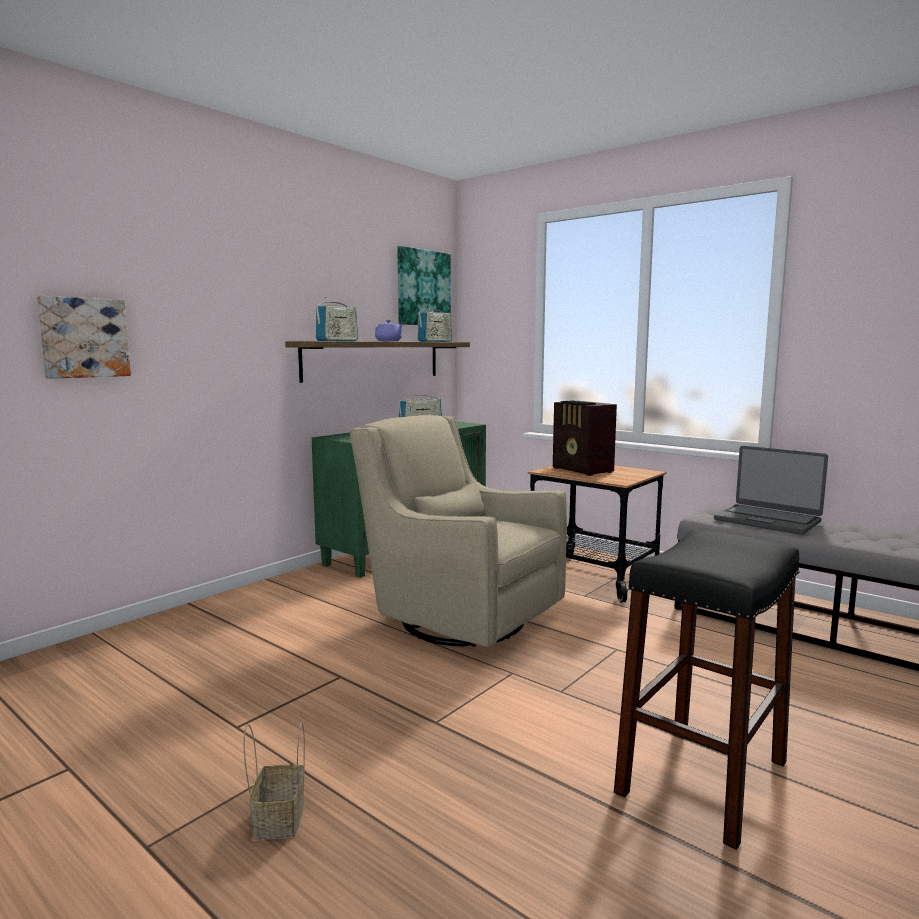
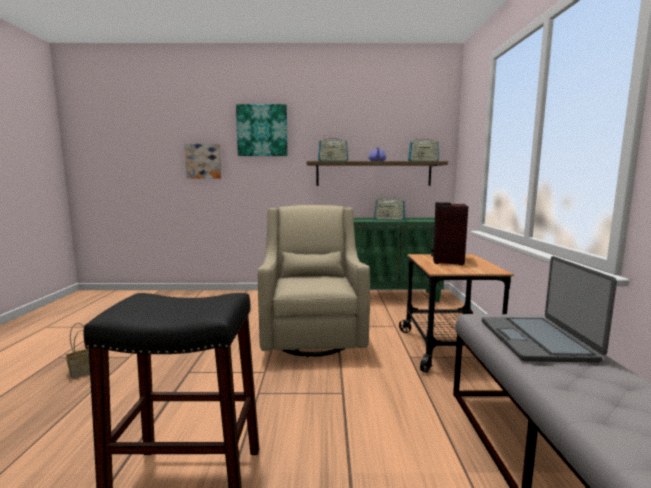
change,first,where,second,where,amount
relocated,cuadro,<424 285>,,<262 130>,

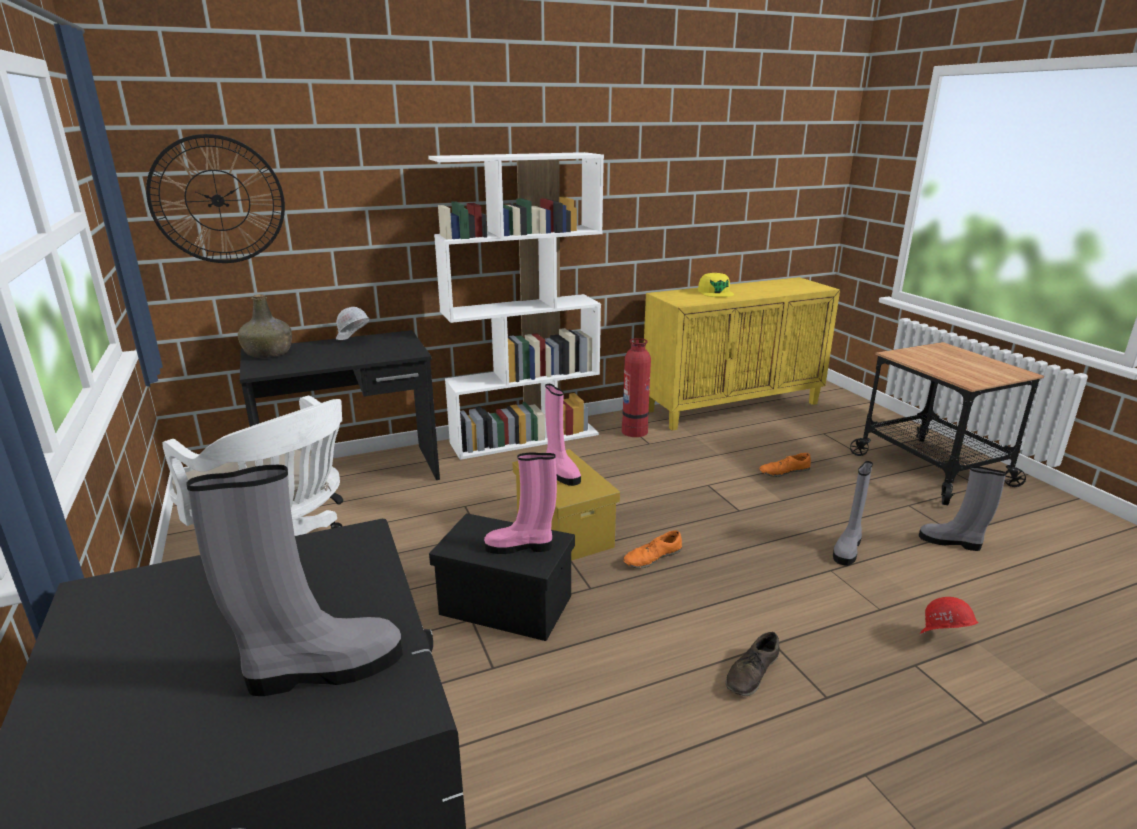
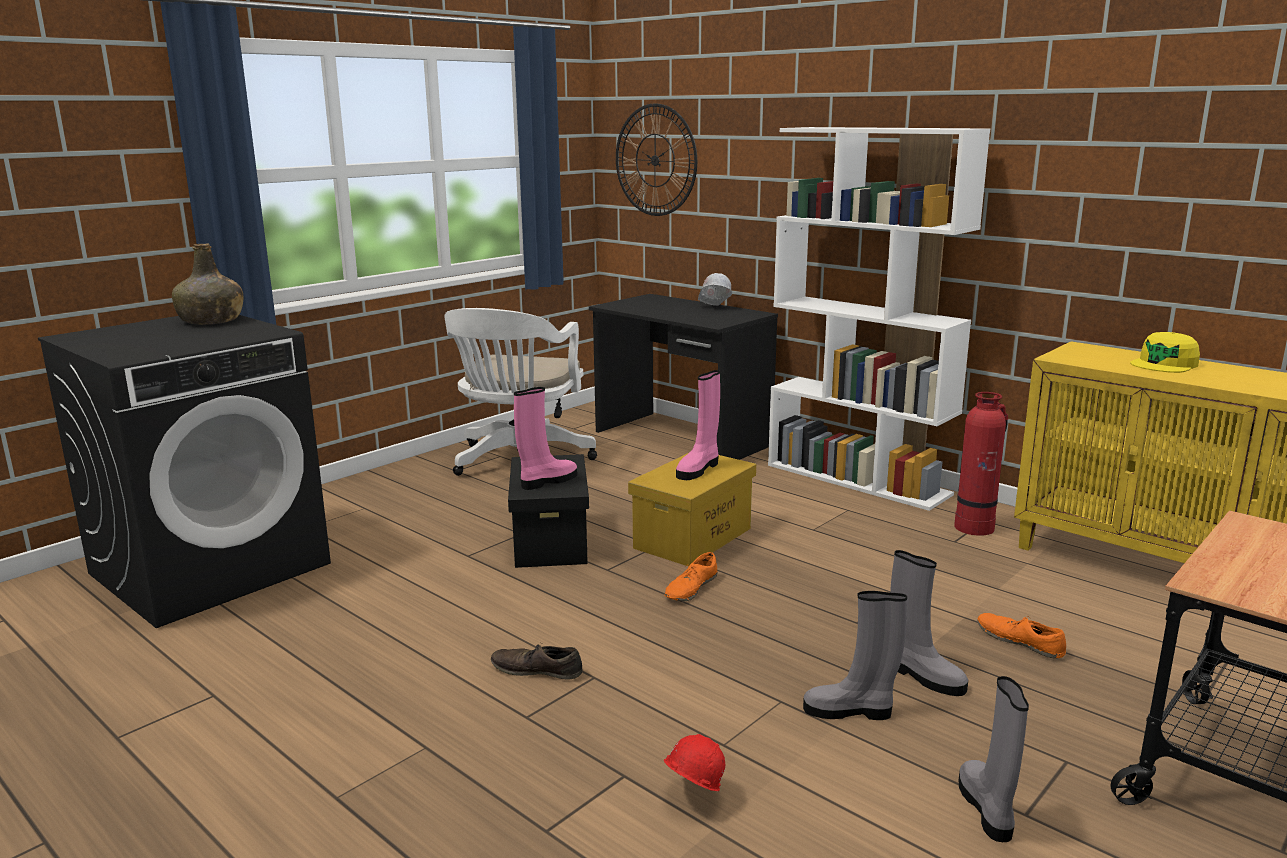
change,first,where,second,where,amount
relocated,botella [verde],<265 326>,,<207 284>,
spun,bota [rosa],<520 503>,,<545 438>,75 degrees clockwise
spun,zapato [naranja],<652 550>,,<691 577>,90 degrees counterclockwise
relocated,bota [gris],<295 580>,,<929 623>,

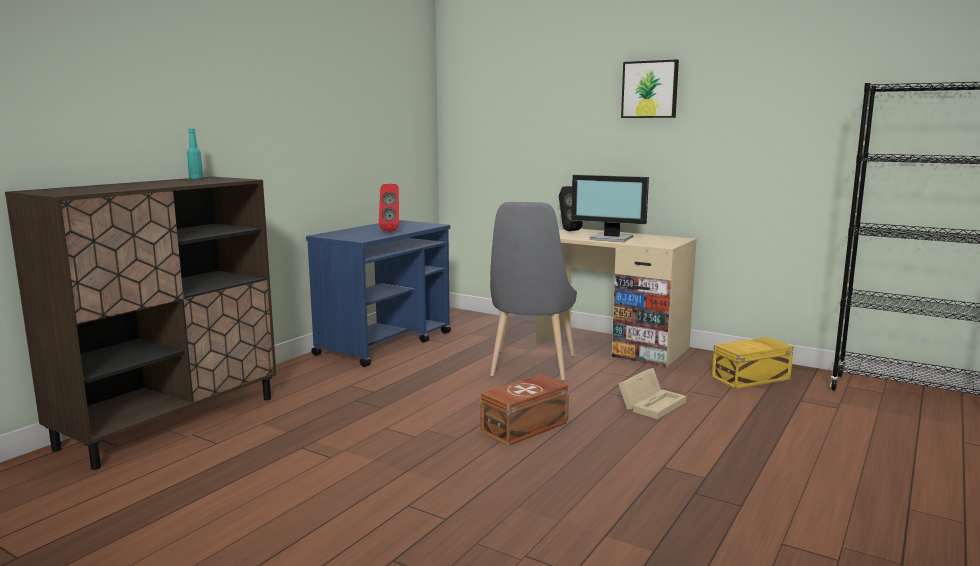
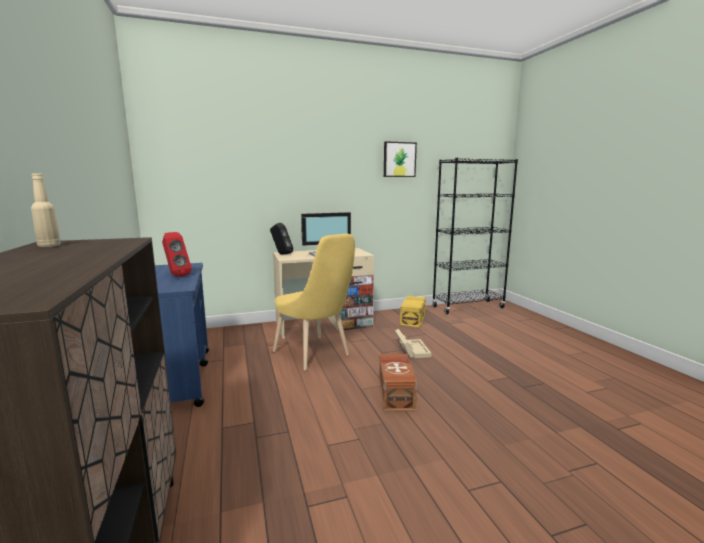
change,first,where,second,where,amount
colour,botella [turquesa],<195 153>,botella [beis],<46 210>,
colour,silla [gris],<533 291>,silla [amarillo],<314 302>,
relocated,cuadro,<650 88>,,<400 159>,

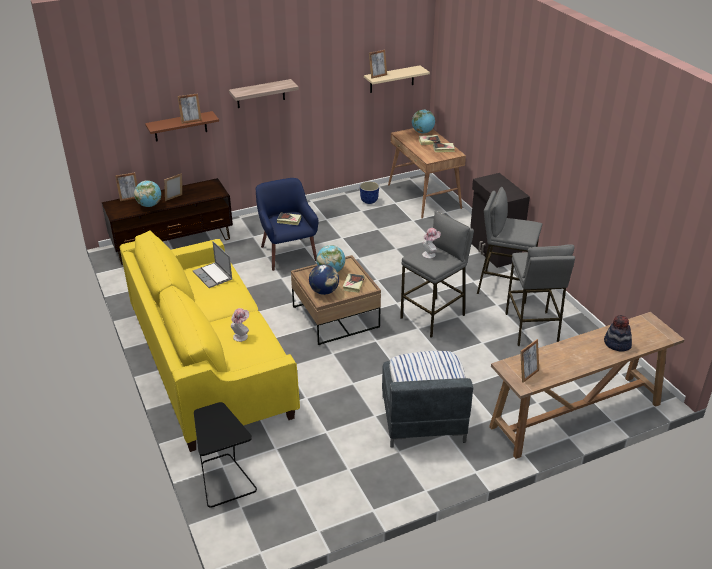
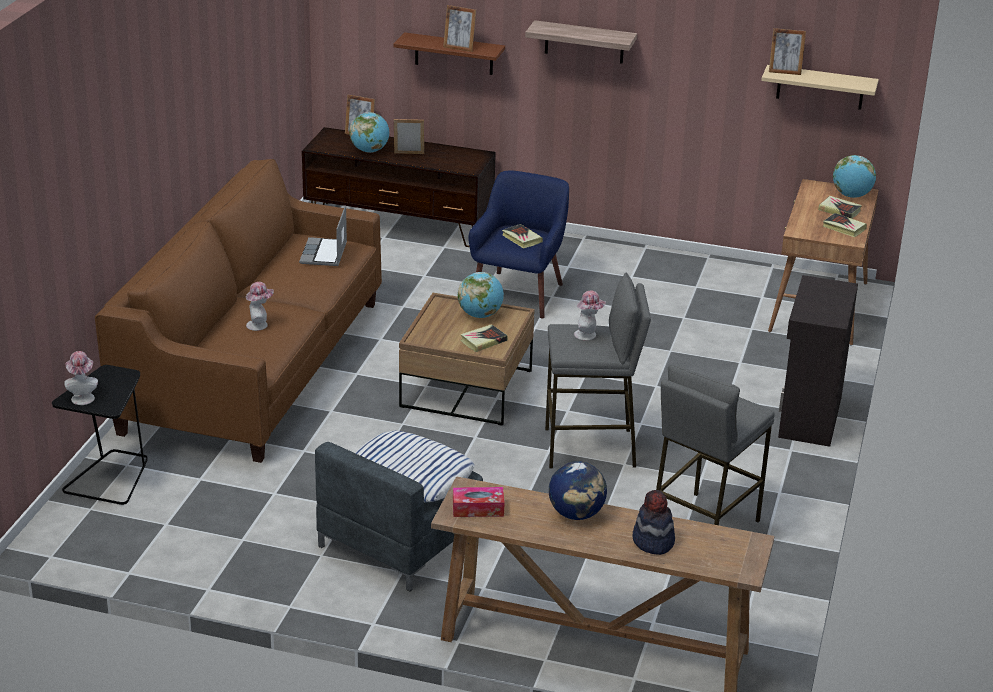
change,first,where,second,where,amount
appeared,,,sombrero,<81 378>,
colour,sofá [amarillo],<210 341>,sofá [marrón],<238 311>,
exchanged,portarretratos,<529 361>,caja de pañuelos,<479 502>,
relocated,globo terráqueo,<324 279>,,<578 490>,
missing,maceta,<369 192>,,,
missing,taburete [gris],<509 245>,,,

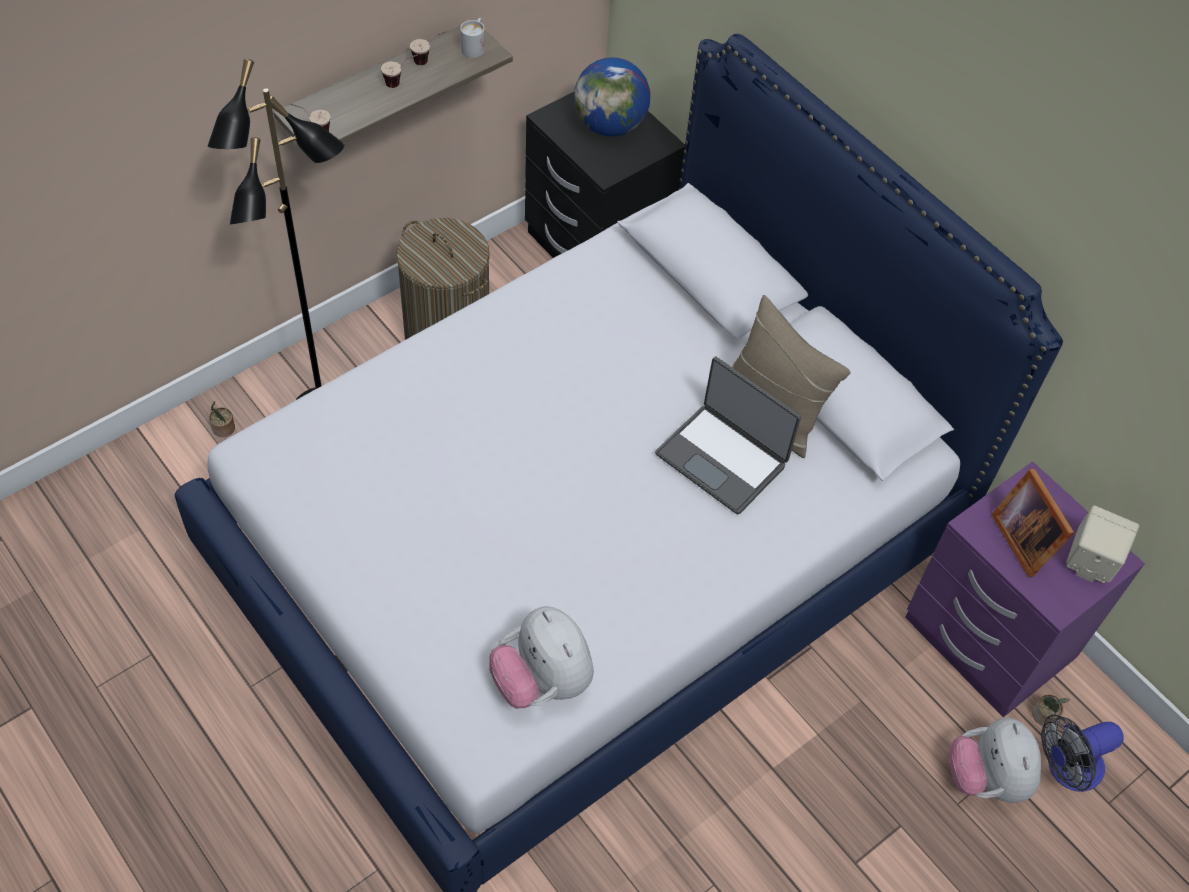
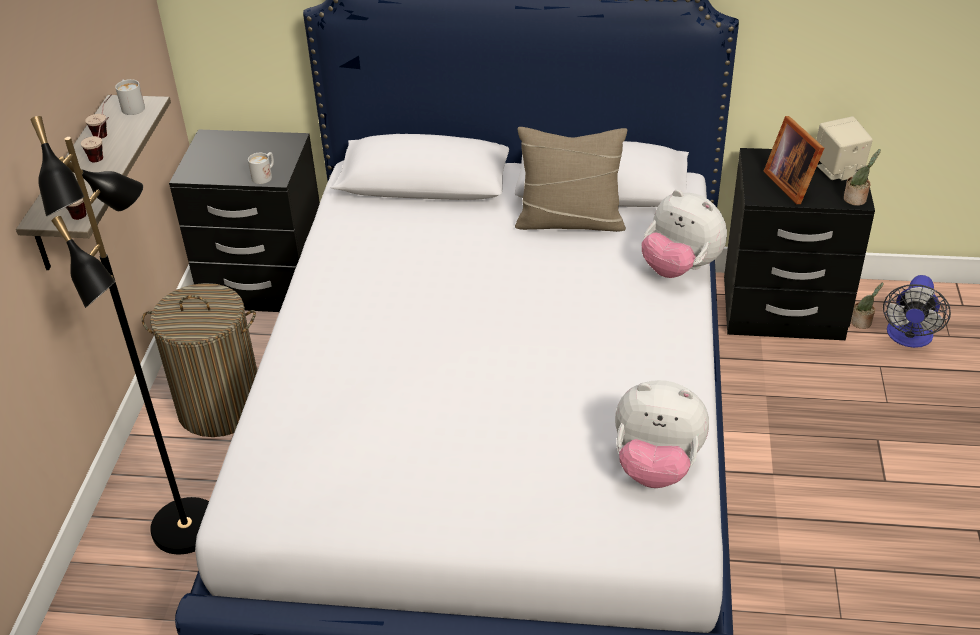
change,first,where,second,where,amount
appeared,,,taza grande [blanco],<261 168>,
relocated,peluche,<995 760>,,<684 233>,
colour,mesita de noche [morado],<1025 589>,mesita de noche [negro],<799 244>,
spun,portarretratos,<1032 523>,,<794 160>,45 degrees clockwise
relocated,planta en maceta,<222 419>,,<862 177>,
missing,globo terráqueo,<612 96>,,,
missing,portátil,<728 435>,,,

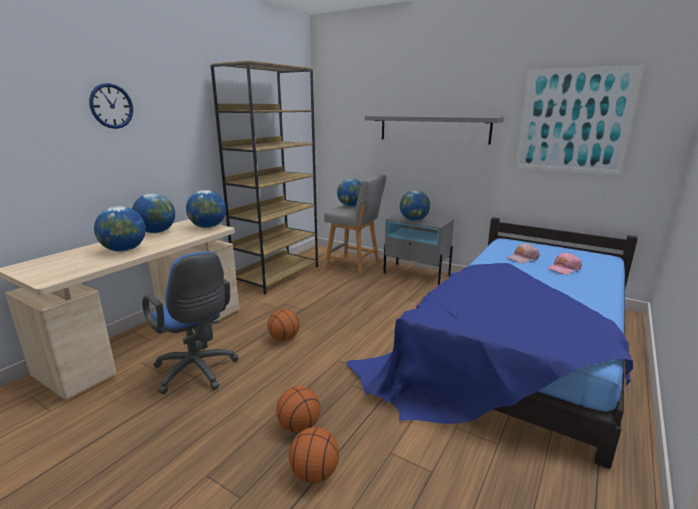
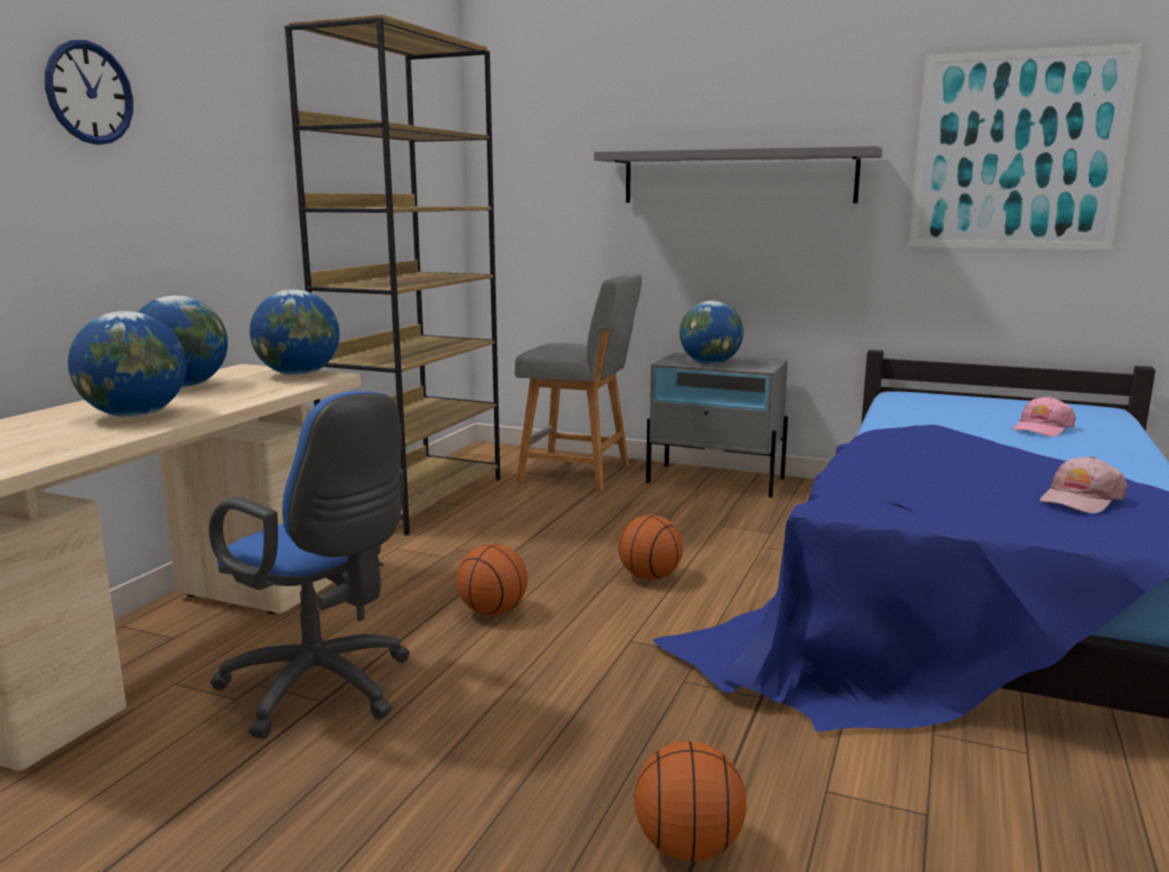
change,first,where,second,where,amount
relocated,balón de baloncesto,<298 409>,,<650 547>,
relocated,gorra [rosa],<523 253>,,<1084 485>,
missing,globo terráqueo,<349 192>,,,

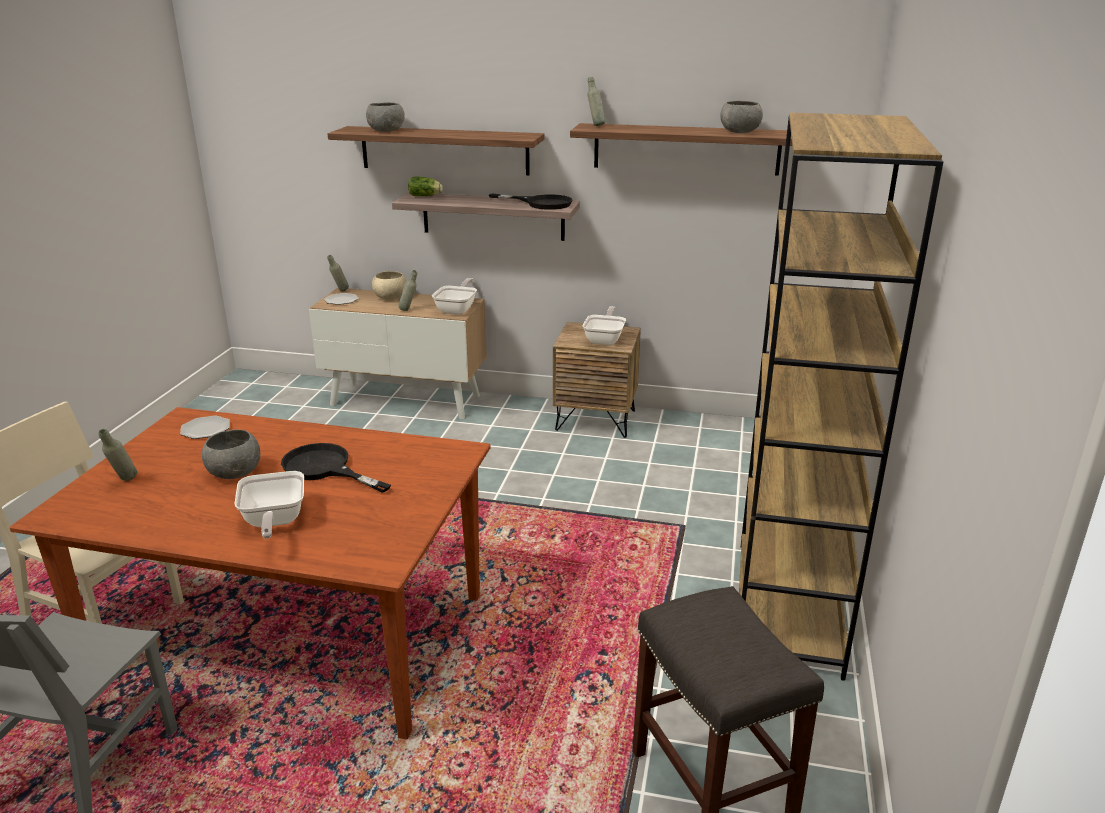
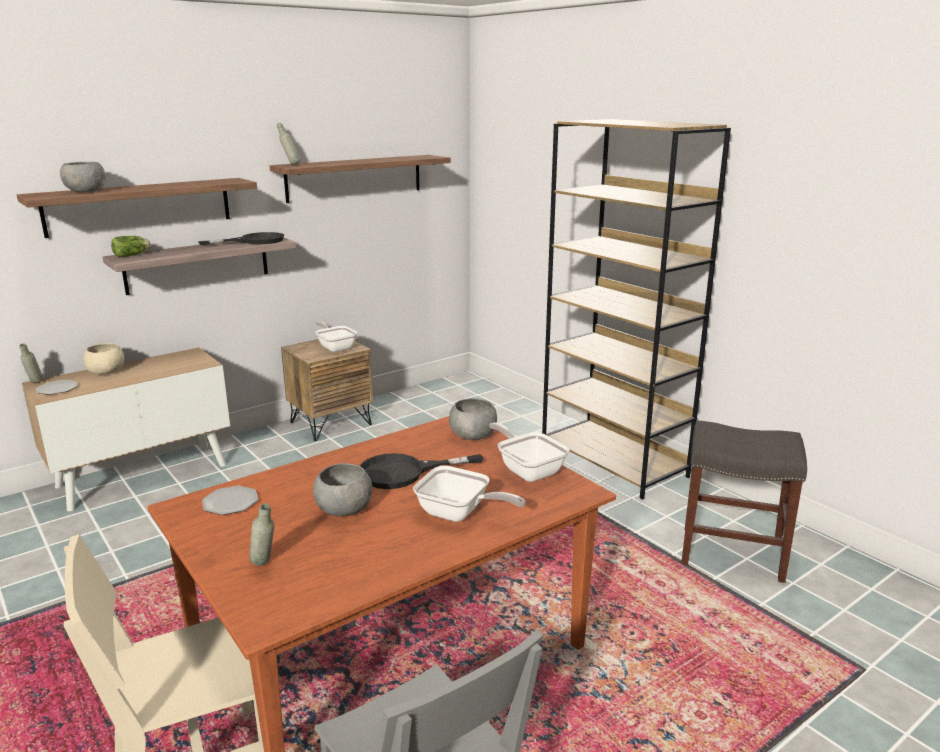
change,first,where,second,where,amount
relocated,cuenco [gris],<741 117>,,<473 419>,
relocated,sartén,<454 296>,,<529 452>,
missing,botella [gris],<407 290>,,,

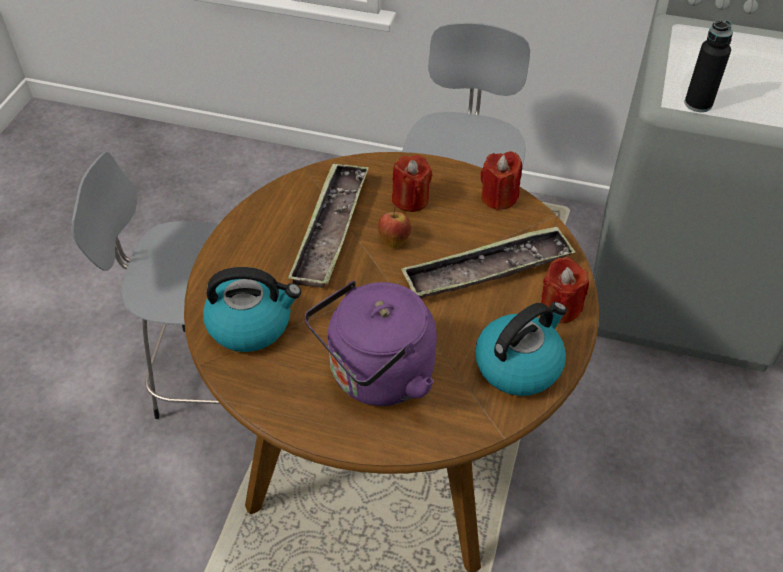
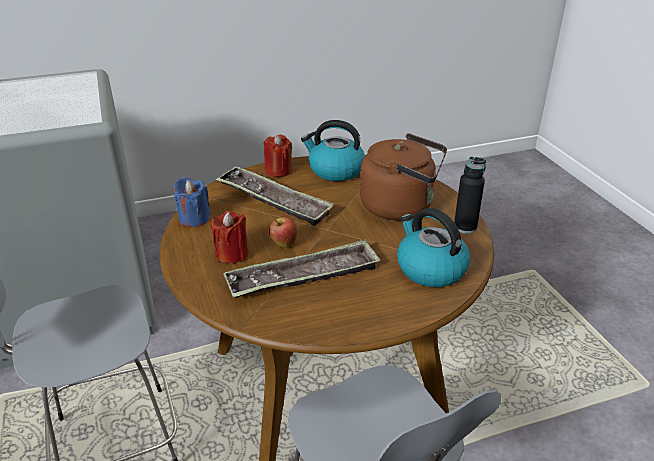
change,first,where,second,where,amount
colour,vela [rojo],<501 181>,vela [azul],<192 202>,
colour,hervidor [morado],<371 343>,hervidor [marrón],<403 176>,
relocated,botella [negro],<709 66>,,<470 195>,

